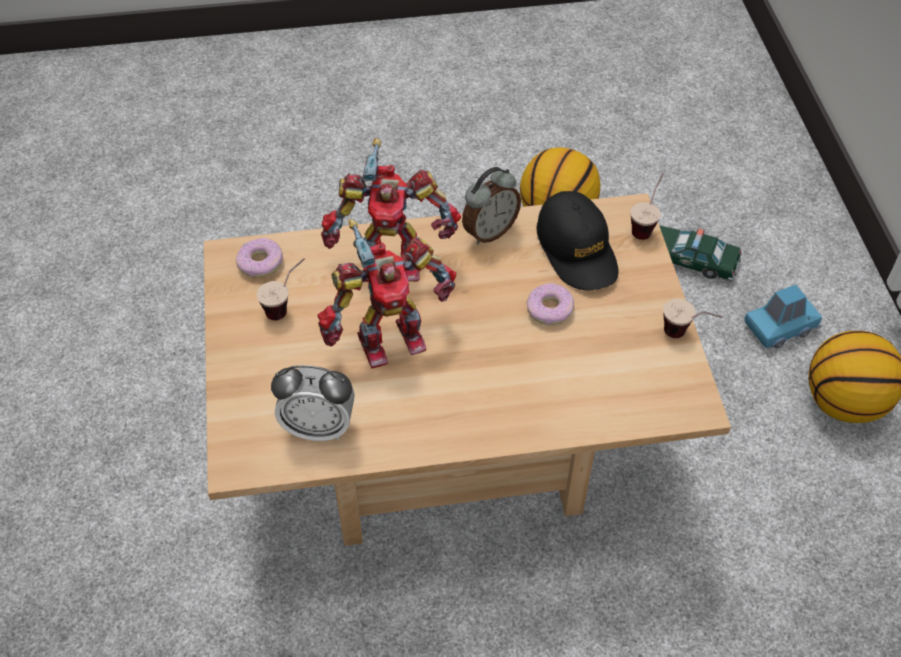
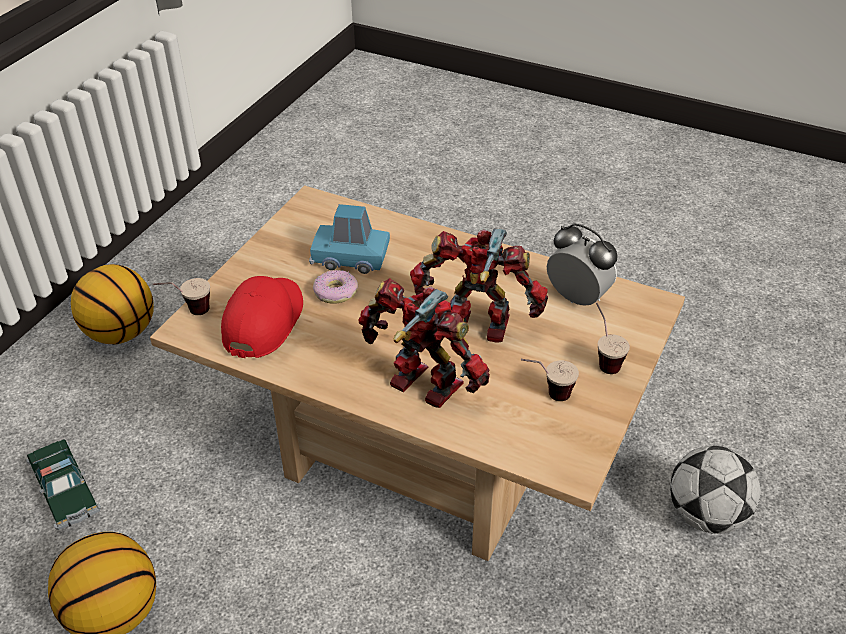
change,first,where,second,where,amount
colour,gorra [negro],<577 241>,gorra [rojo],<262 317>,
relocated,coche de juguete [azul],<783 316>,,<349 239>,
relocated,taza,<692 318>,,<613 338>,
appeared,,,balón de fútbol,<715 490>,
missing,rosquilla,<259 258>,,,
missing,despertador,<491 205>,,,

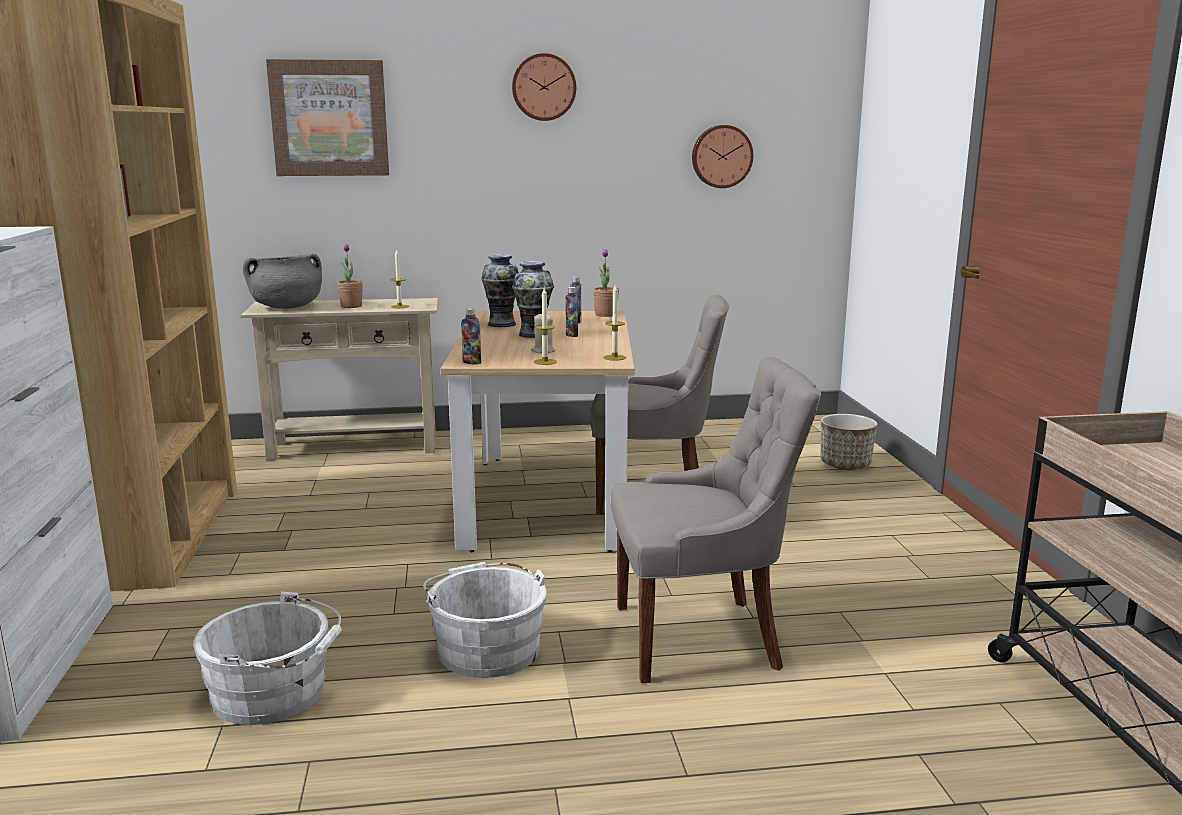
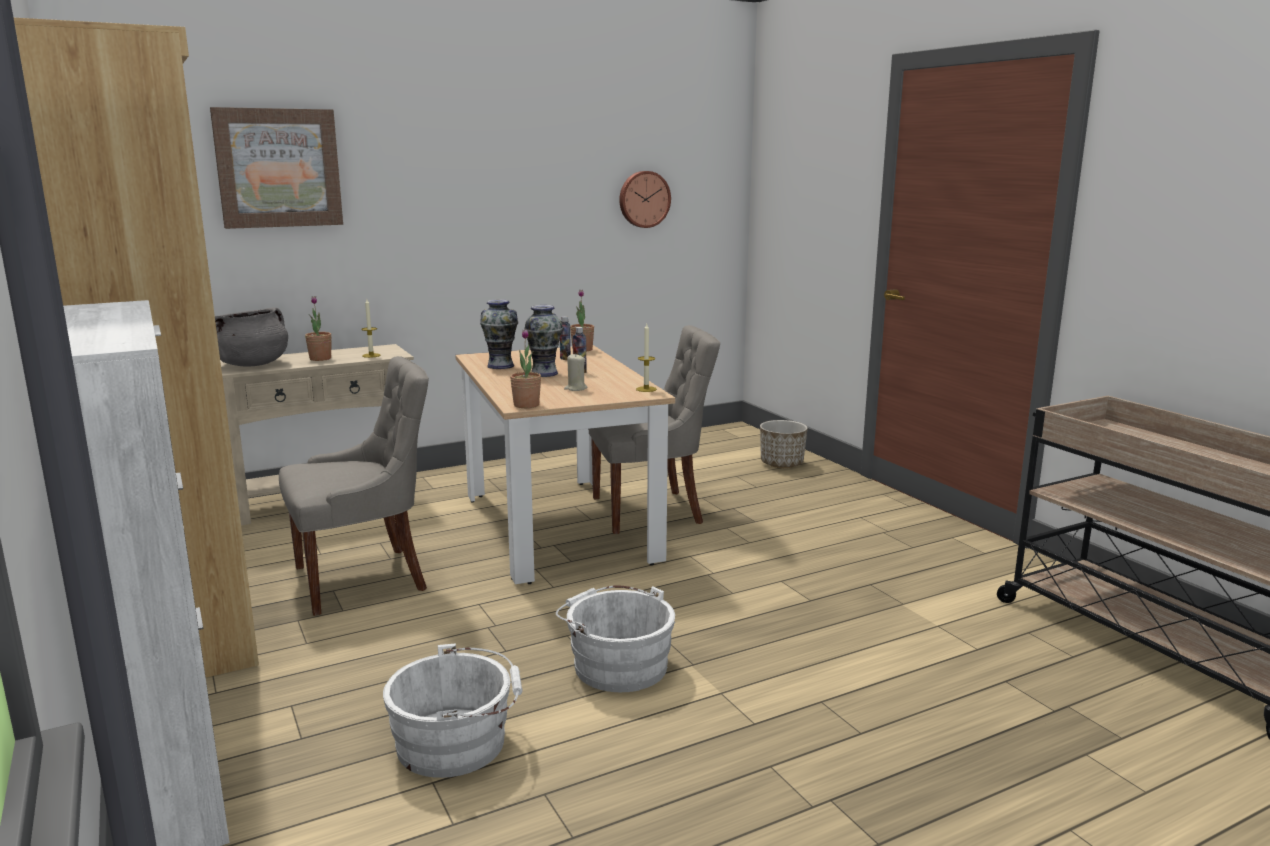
change,first,where,second,where,amount
relocated,silla [gris],<716 520>,,<354 486>,
exchanged,botella,<471 336>,planta en maceta,<525 368>,
missing,reloj de pared,<544 87>,,,
missing,vela,<545 326>,,,

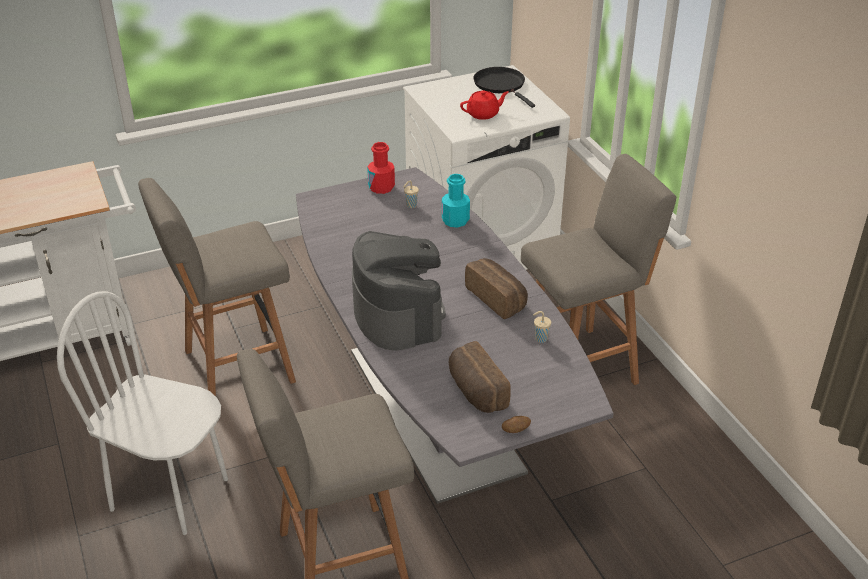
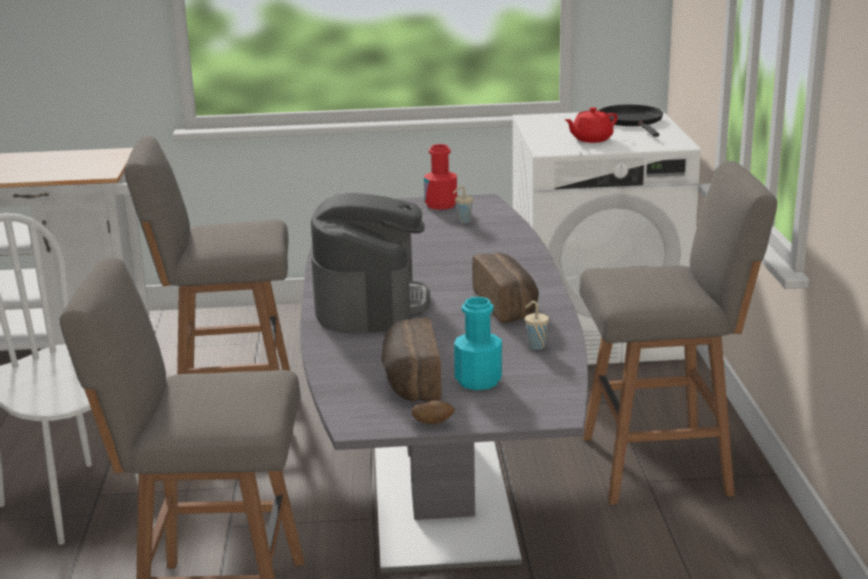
change,first,where,second,where,amount
relocated,botella [turquesa],<456 201>,,<478 343>,
spun,tetera [rojo],<484 105>,,<591 125>,150 degrees clockwise

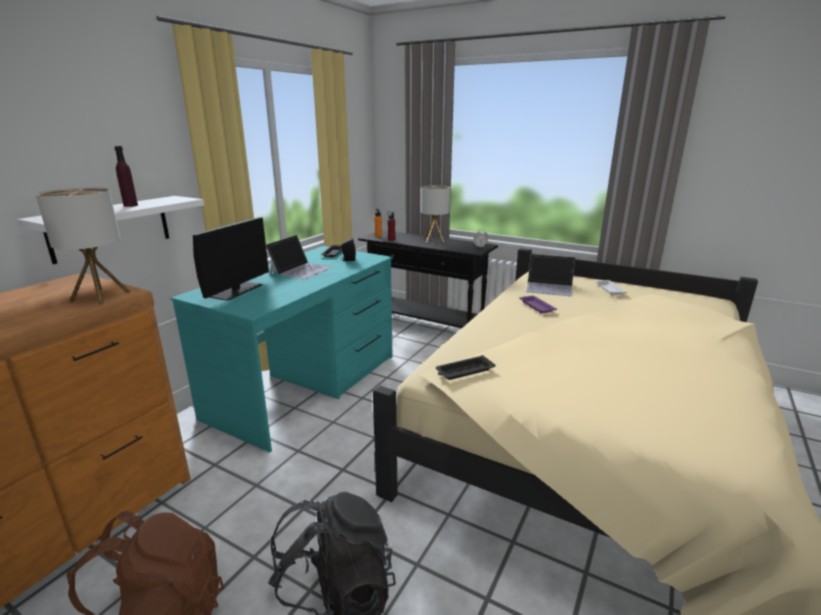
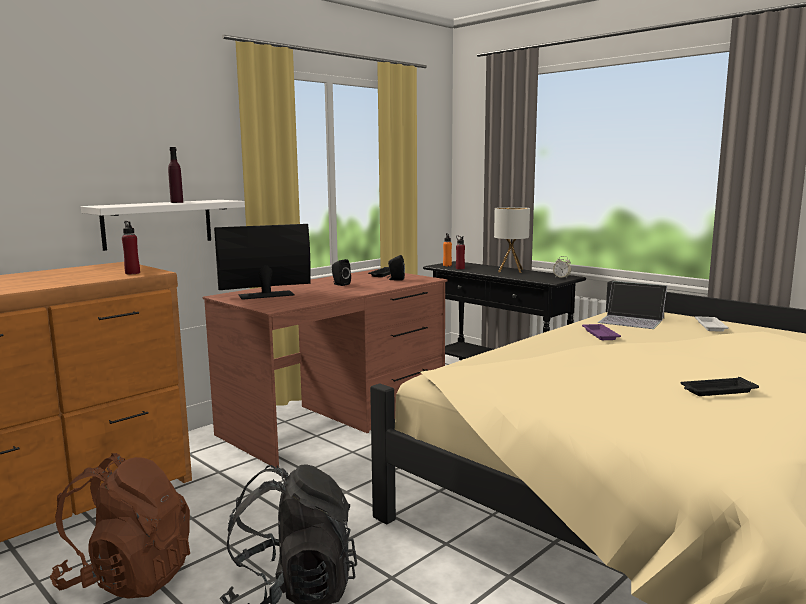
change,first,where,second,where,amount
exchanged,lámpara de mesa,<83 246>,botella [rojo],<131 247>,
colour,escritorio [turquesa],<282 349>,escritorio [marrón],<325 369>,
spun,monitor,<231 259>,,<262 262>,150 degrees counterclockwise
exchanged,portátil,<299 257>,altavoz [negro],<341 272>,
relocated,bandeja [negro],<465 367>,,<719 386>,

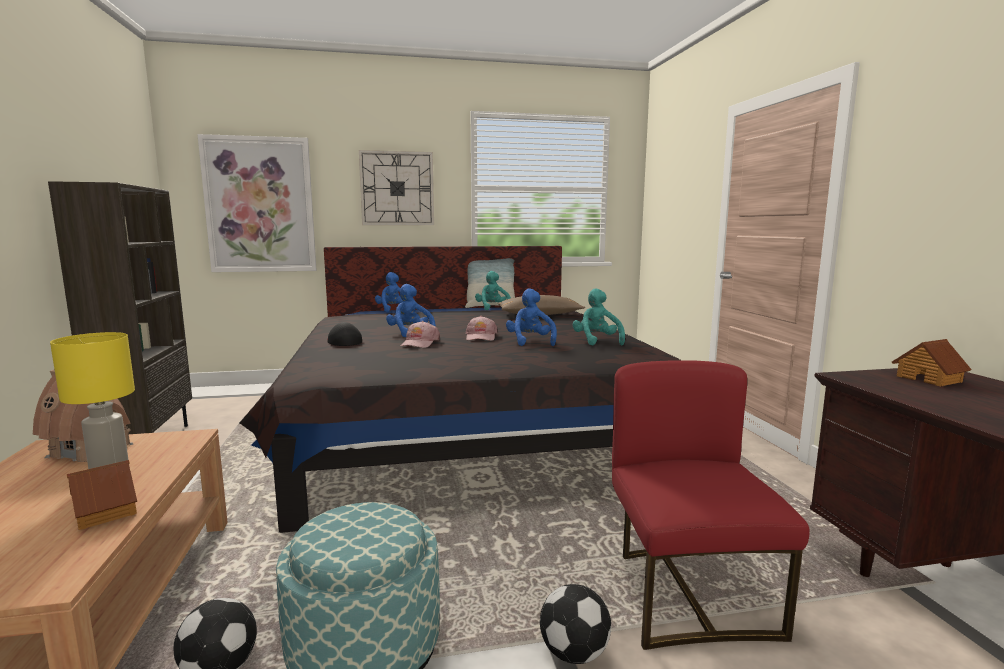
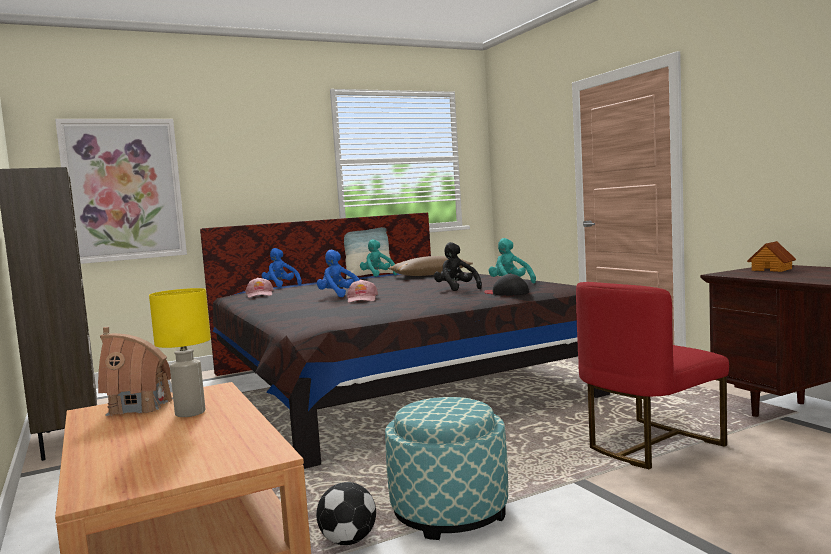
change,first,where,second,where,amount
relocated,gorra [rosa],<481 328>,,<259 287>,
colour,peluche [azul],<531 317>,peluche [negro],<458 266>,
relocated,gorra [negro],<344 334>,,<506 284>,
spun,silla [rojo],<711 505>,,<652 375>,105 degrees counterclockwise
missing,casita,<102 495>,,,
missing,reloj de pared,<396 187>,,,
missing,balón de fútbol,<575 624>,,,

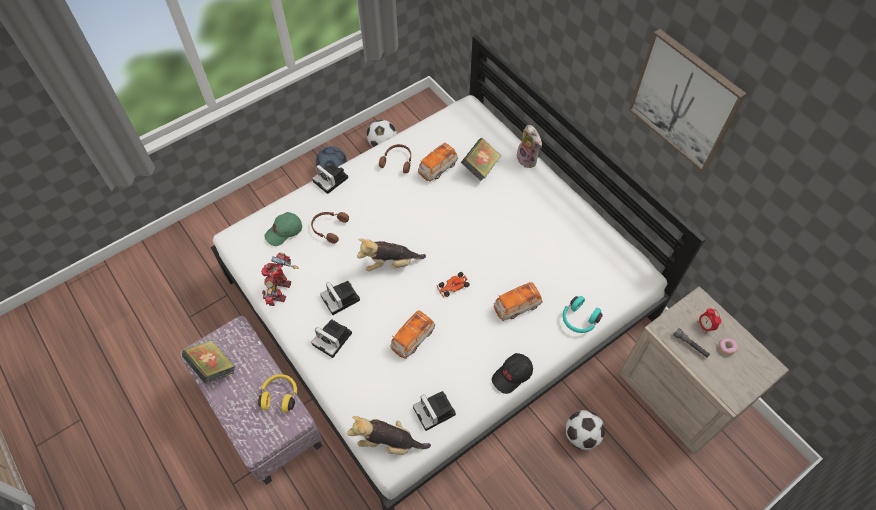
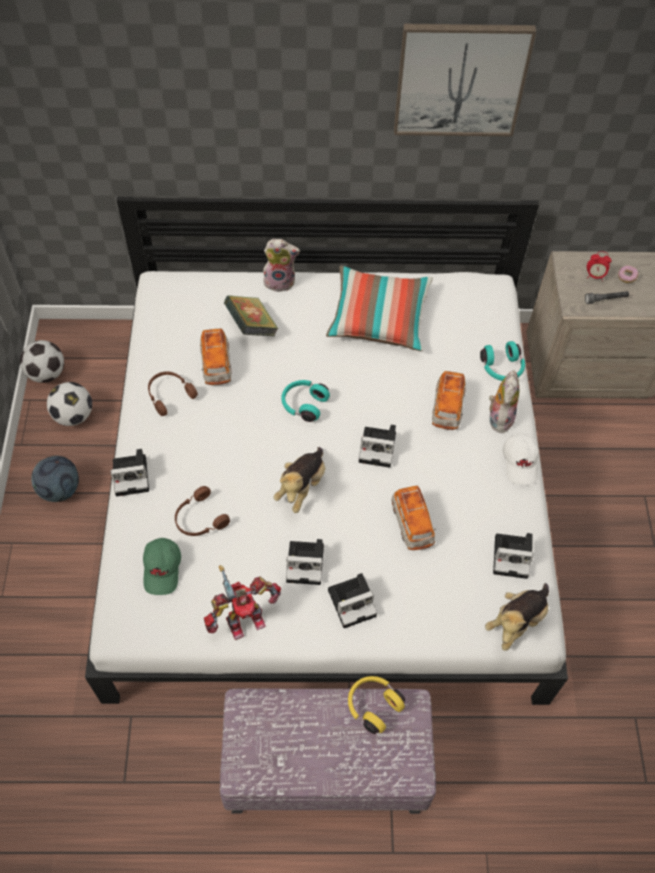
change,first,where,second,where,amount
relocated,balón de fútbol,<585 430>,,<42 361>,
spun,robot de juguete,<279 279>,,<242 602>,75 degrees counterclockwise
appeared,,,auriculares [turquesa],<305 401>,
appeared,,,cojín,<379 308>,
exchanged,coche de juguete,<453 284>,cámara,<377 446>,
appeared,,,peluche,<503 402>,
colour,gorra [negro],<512 373>,gorra [blanco],<521 459>,
missing,libro,<208 362>,,,

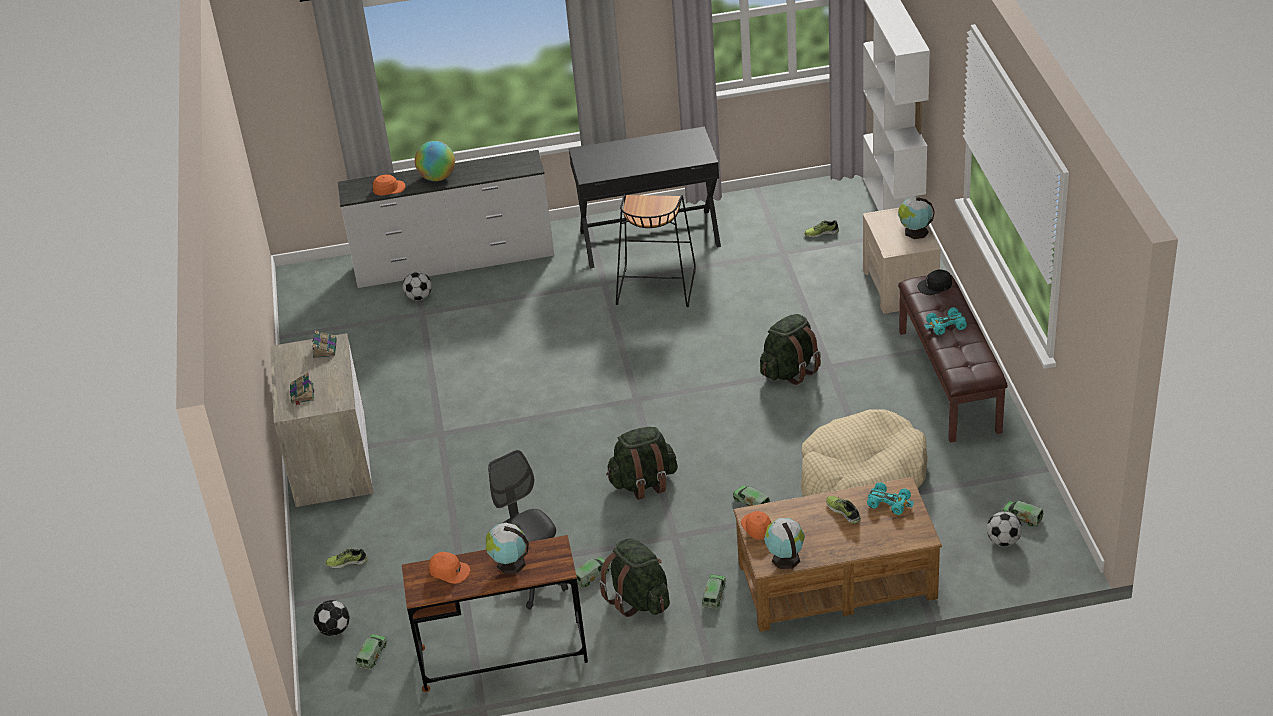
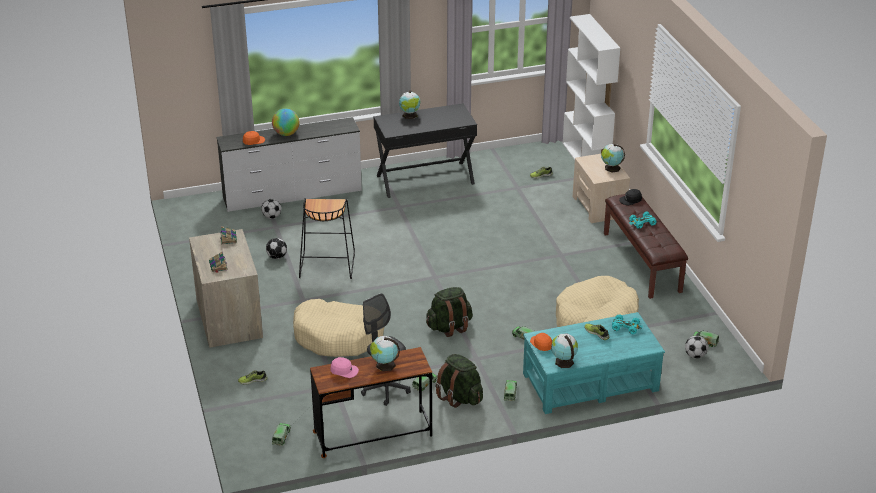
change,first,where,second,where,amount
relocated,balón de fútbol,<332 618>,,<276 248>,
appeared,,,cama para perro [beis],<338 328>,
relocated,taburete [negro],<656 250>,,<327 238>,
colour,gorra [naranja],<450 568>,gorra [rosa],<344 367>,
appeared,,,globo terráqueo,<409 104>,
colour,mesa de centro [marrón],<838 554>,mesa de centro [turquesa],<594 363>,
missing,mochila [verde],<790 349>,,,

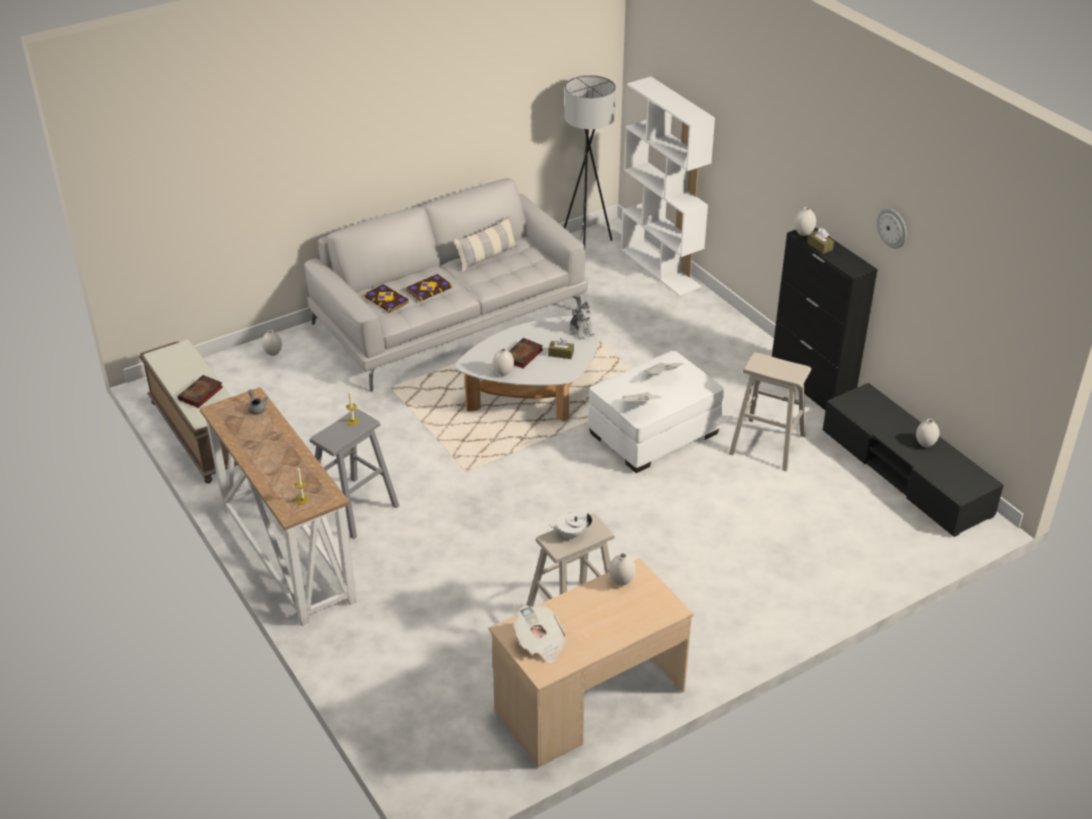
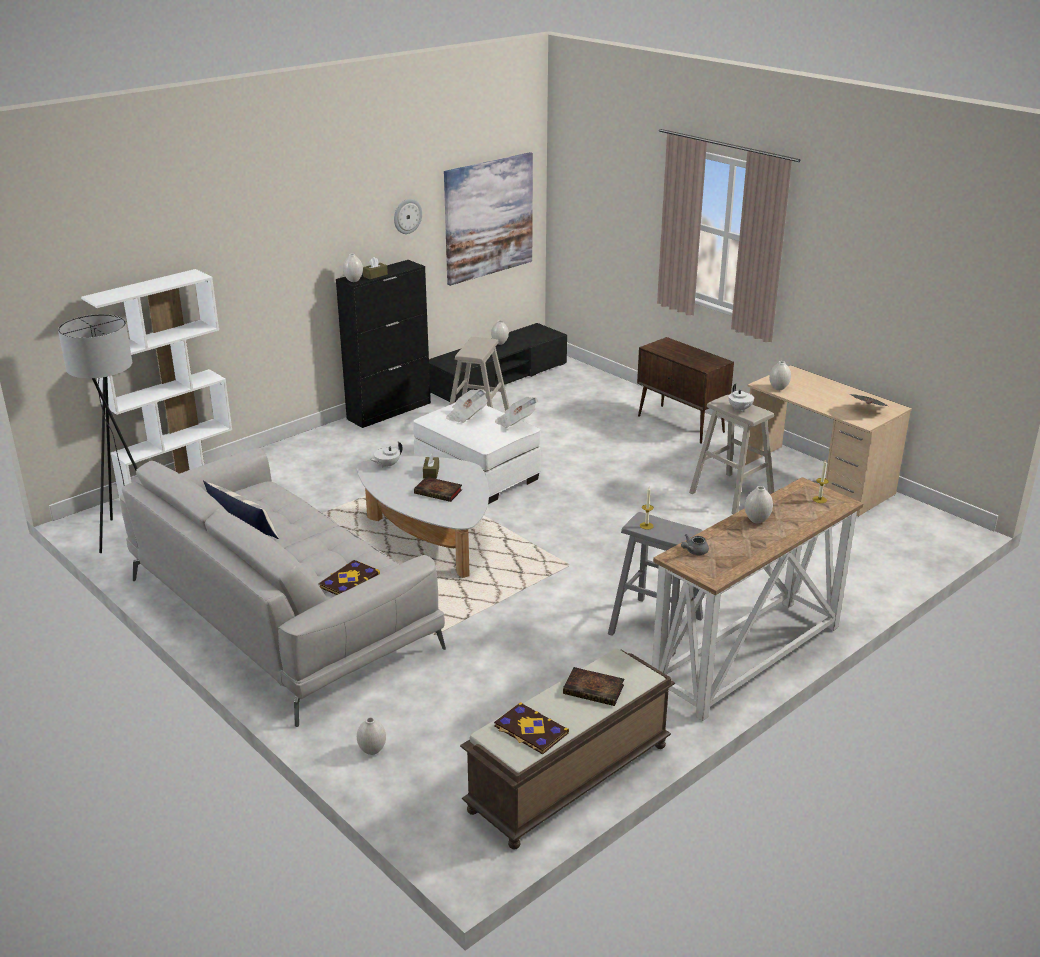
change,first,where,second,where,amount
exchanged,peluche,<582 320>,tetera [blanco],<386 455>,
appeared,,,cuadro,<488 219>,
relocated,libro,<429 287>,,<531 728>,
appeared,,,armario [marrón],<685 390>,
relocated,florero [blanco],<503 362>,,<759 505>,

